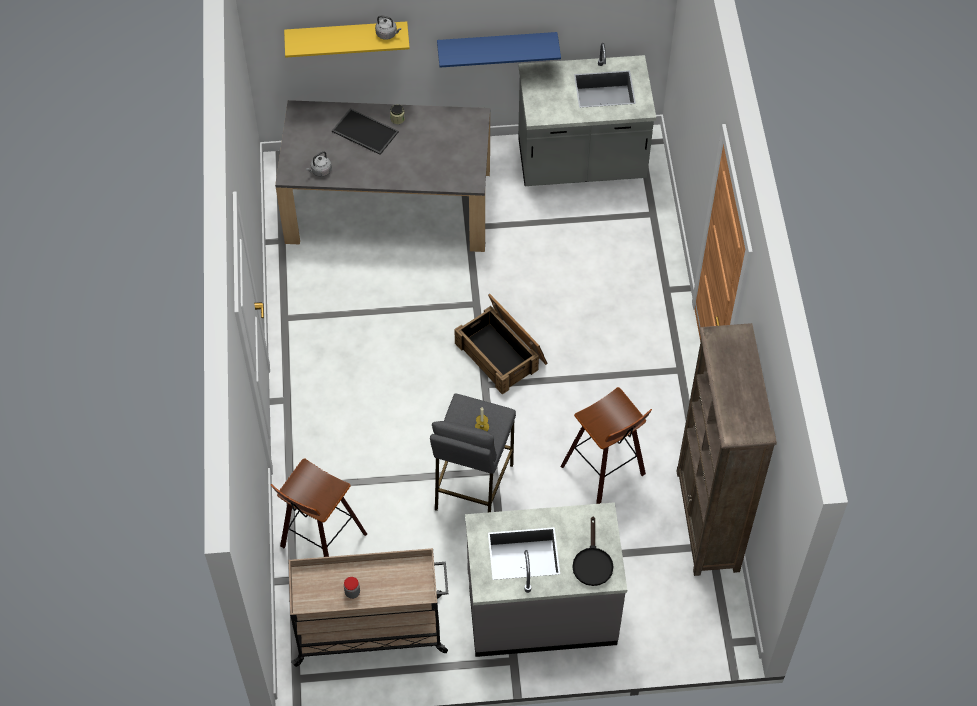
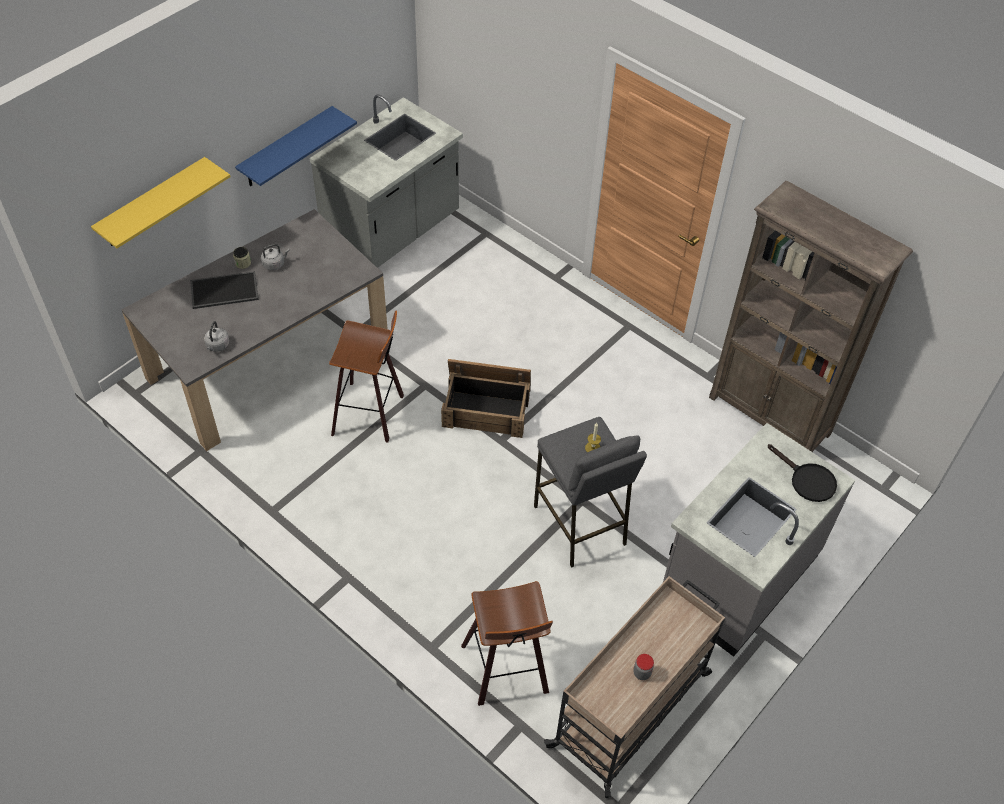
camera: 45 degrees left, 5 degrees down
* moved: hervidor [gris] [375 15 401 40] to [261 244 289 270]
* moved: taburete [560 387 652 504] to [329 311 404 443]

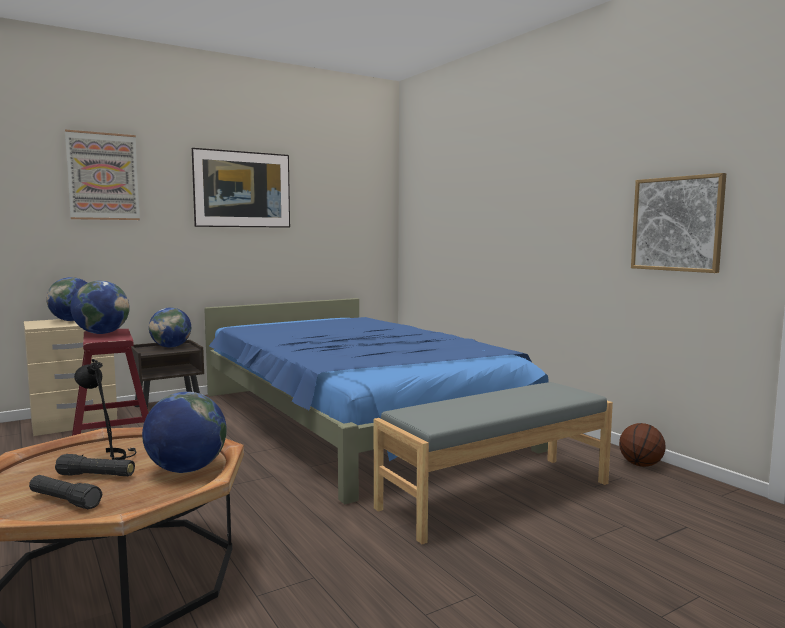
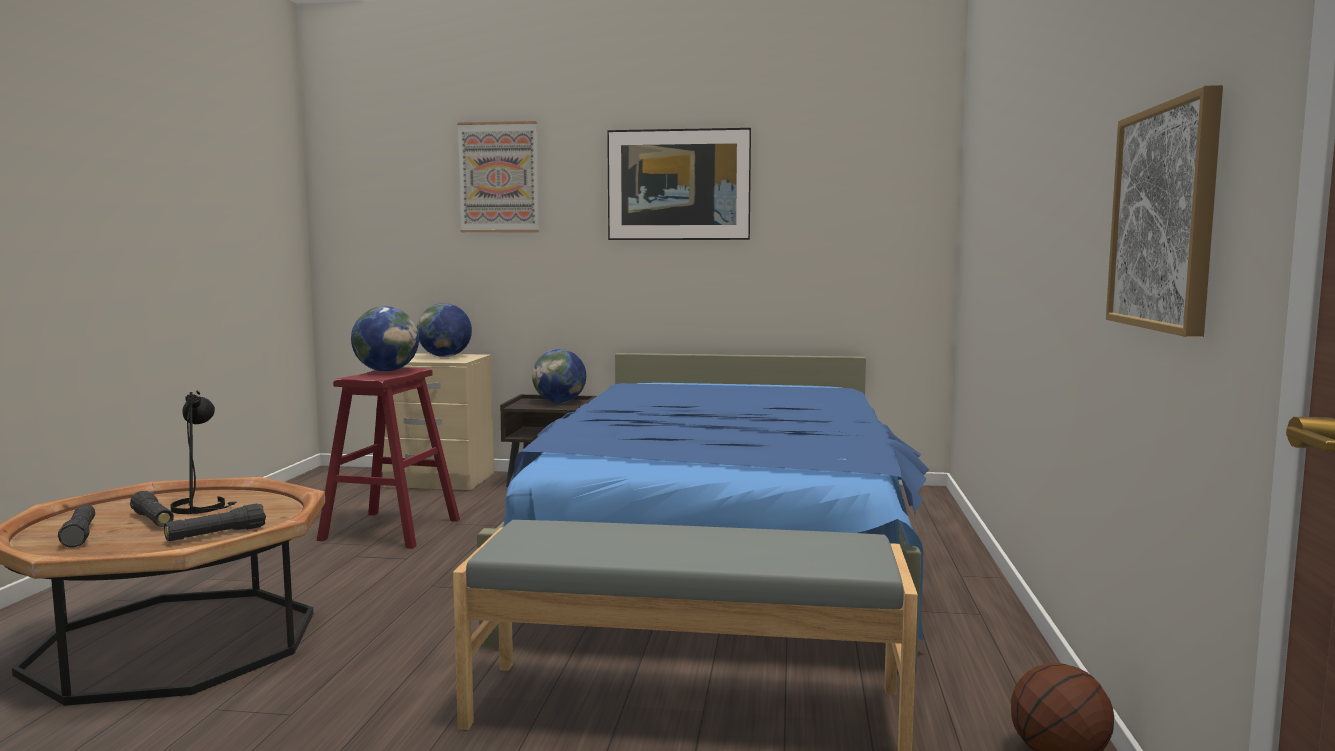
camera: 40 degrees right, 0 degrees up
* replaced: globo terráqueo [142 392 227 473] to linterna [negro] [164 503 266 541]

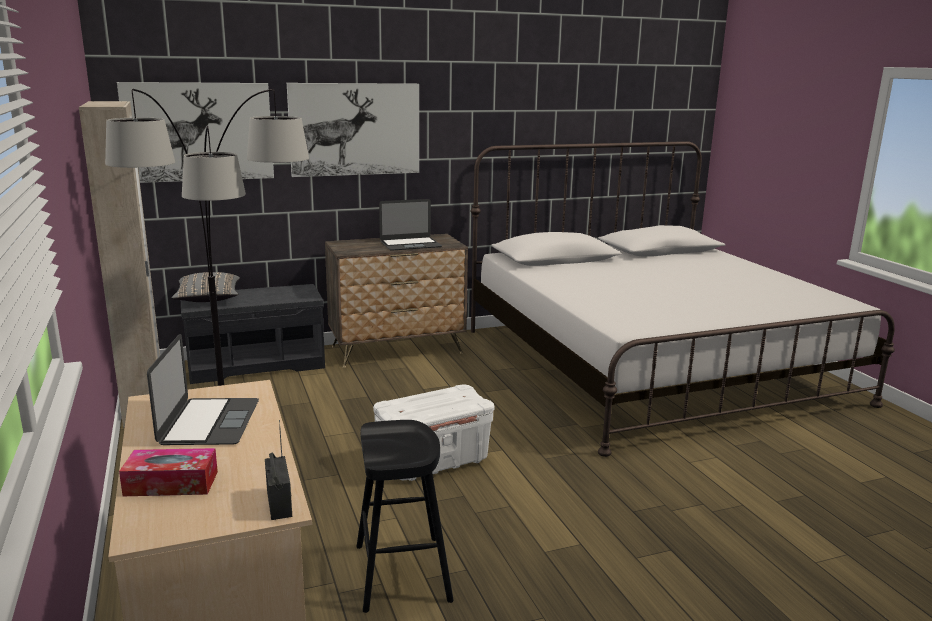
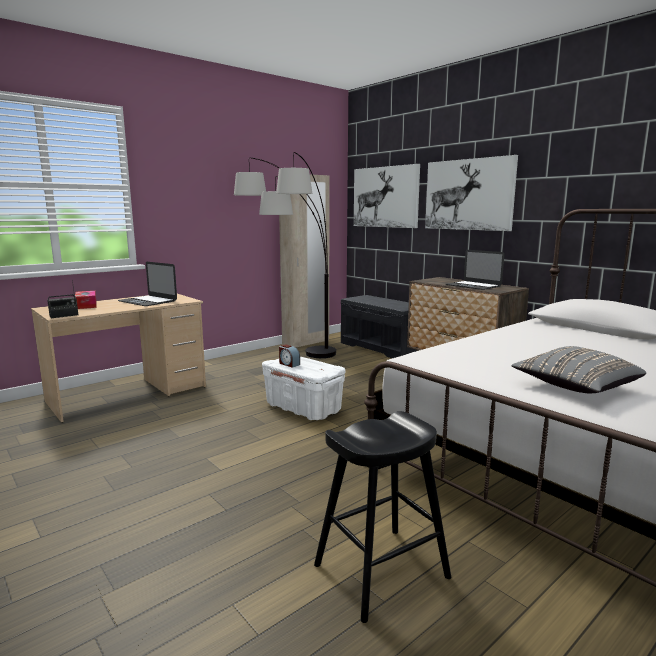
camera: 70 degrees right, 5 degrees down
* turned: portátil [147 334 259 445] = [118 262 177 306] 60 degrees clockwise
* added: despertador [279 344 300 368]
* moved: taburete [negro] [356 420 454 613] to [314 411 451 623]
* moved: cojín [gris] [172 272 240 302] to [512 346 646 393]

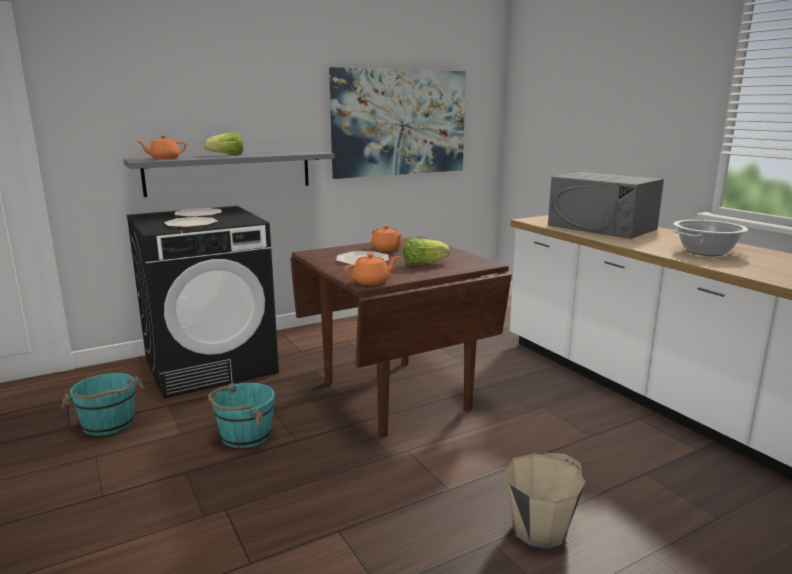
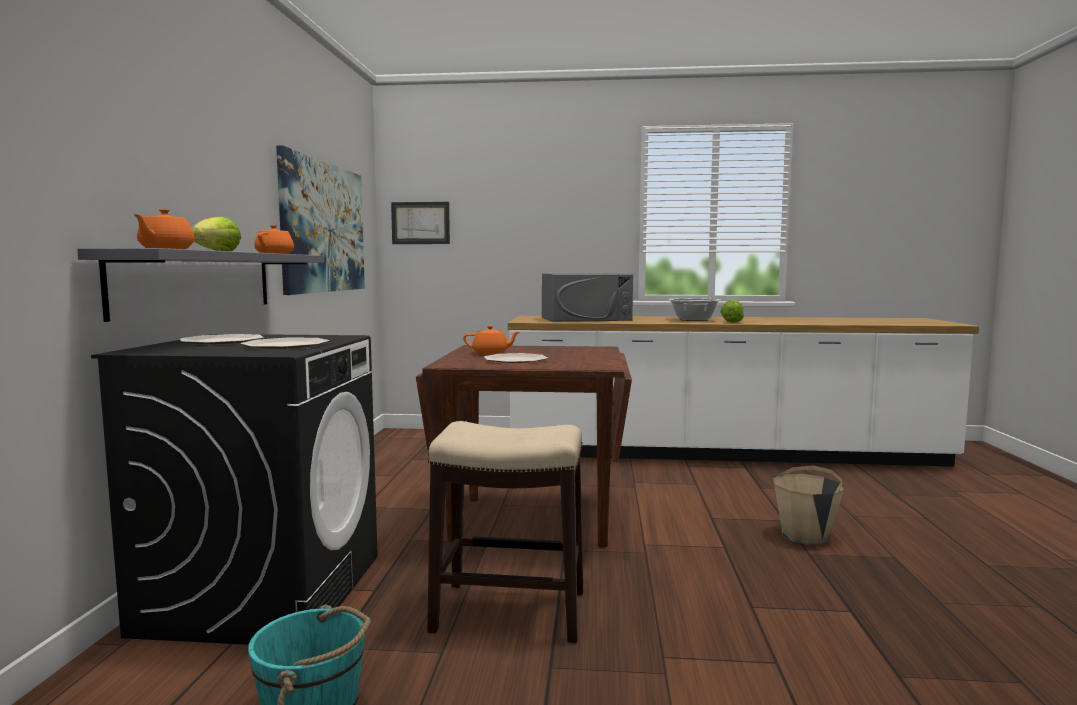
camera: 55 degrees left, 10 degrees down
* moved: tetera [naranja] [344 253 399 285] to [254 225 294 254]
* added: cuadro [391 202 450 244]
* replaced: cubo [turquesa] [208 383 275 448] to taburete [427 421 583 643]
* moved: lechuga [403 238 450 266] to [721 299 744 323]

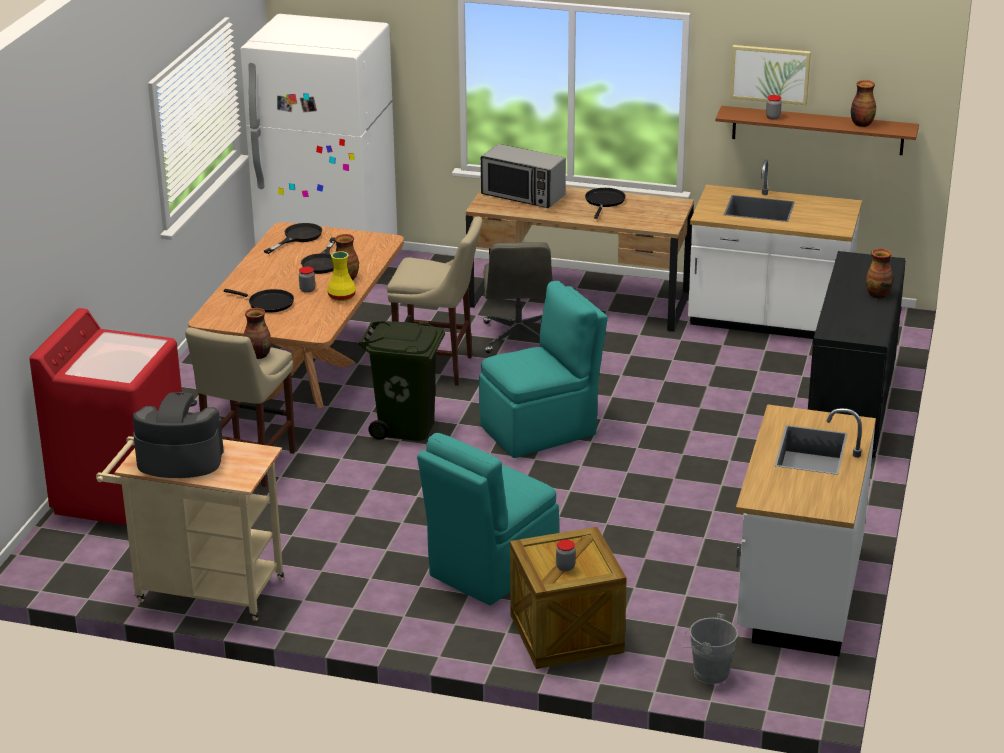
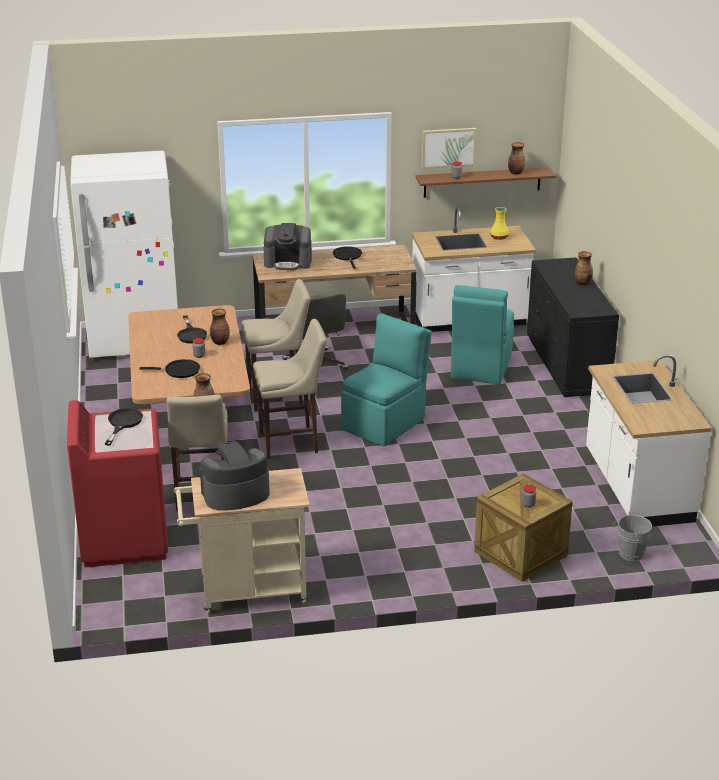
camera: 25 degrees left, 0 degrees up
* moved: sartén [negro] [264 223 322 254] to [105 408 143 445]
* replaced: papelera [verde] [359 321 445 441] to taburete [beis] [253 319 327 459]
* replaced: microondas [481 144 566 208] to cafetera [263 223 312 270]
* moved: silla [turquesa] [417 433 559 605] to [451 285 514 384]
* moved: florero [amarillo] [327 251 356 301] to [490 207 509 240]

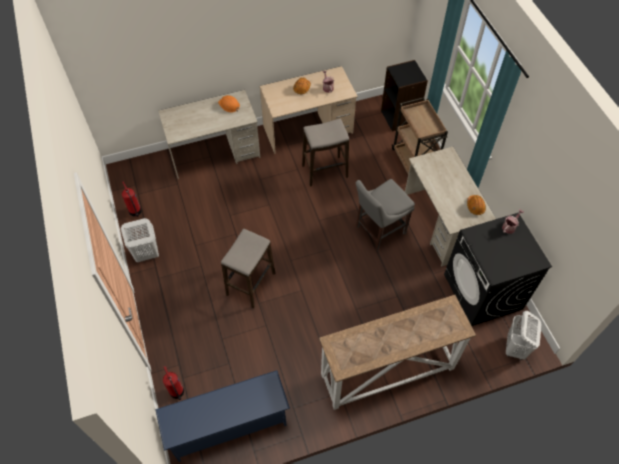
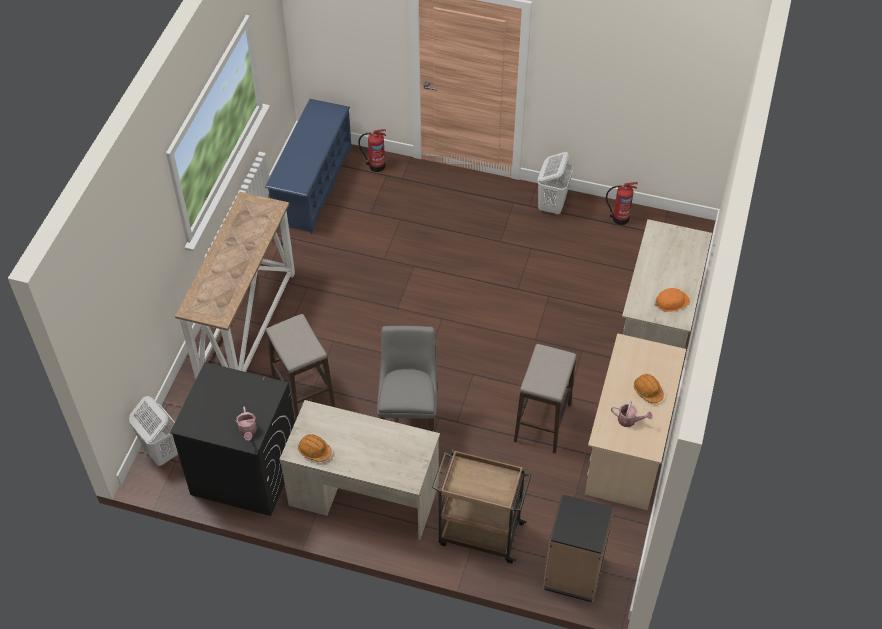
camera: 125 degrees right, 5 degrees down
* moved: taburete [221 229 275 309] to [266 314 336 421]

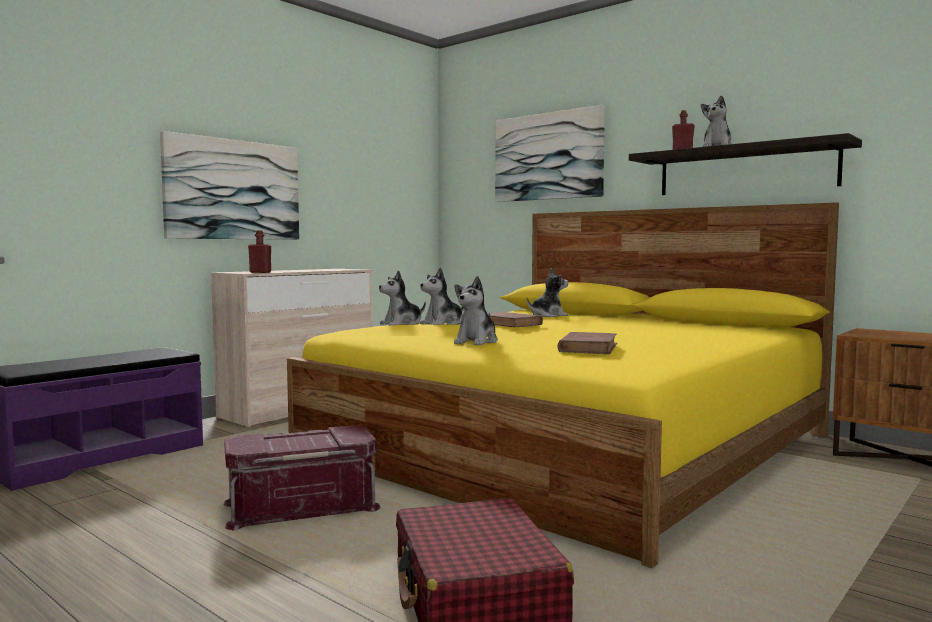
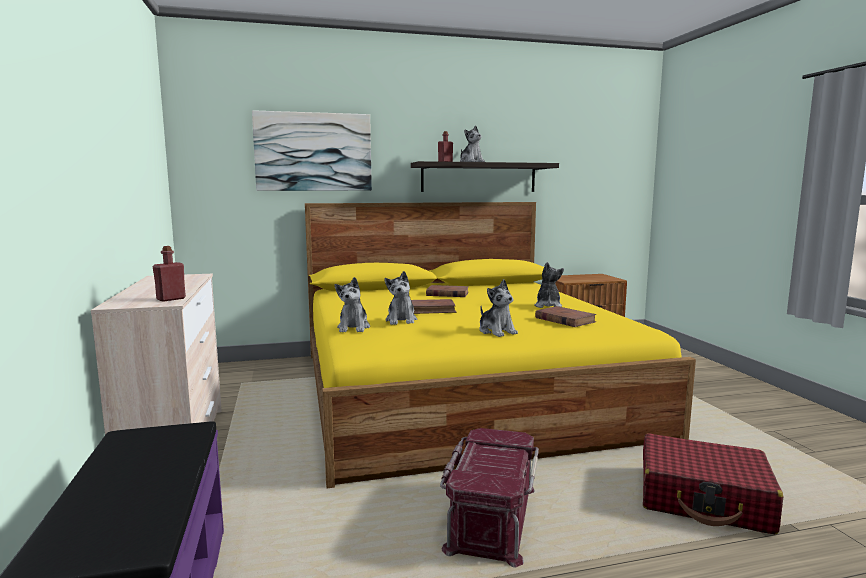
camera: 55 degrees left, 5 degrees up
* added: libro [marrón] [426 285 469 297]
* moved: peluche [527 268 568 317] to [534 262 564 308]
* removed: cuadro [160 131 299 240]

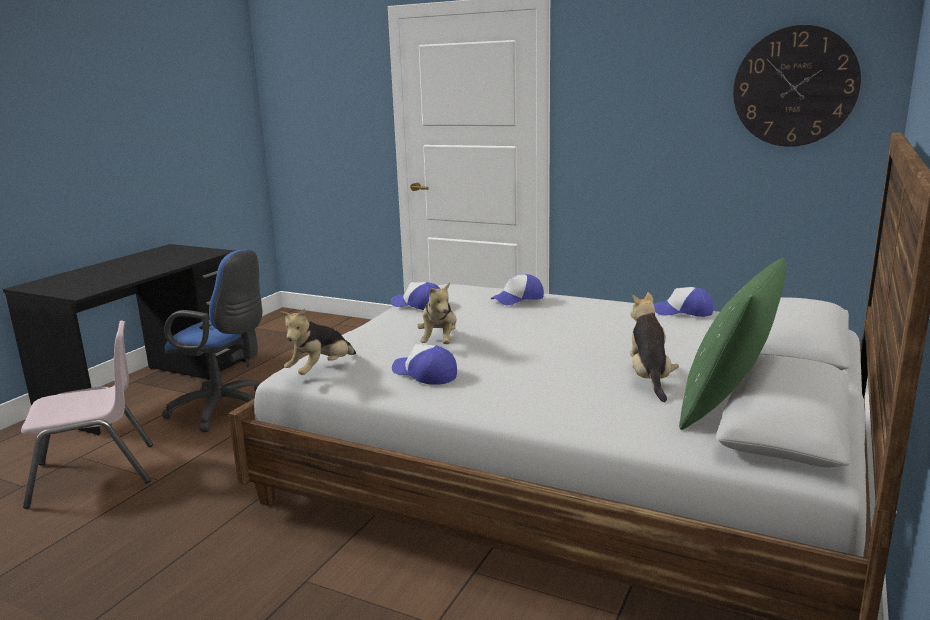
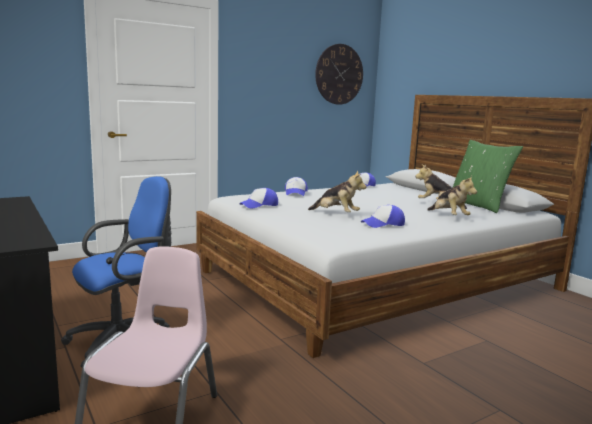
camera: 60 degrees left, 5 degrees down
* moved: peluche [281 308 356 375] to [427 176 477 215]

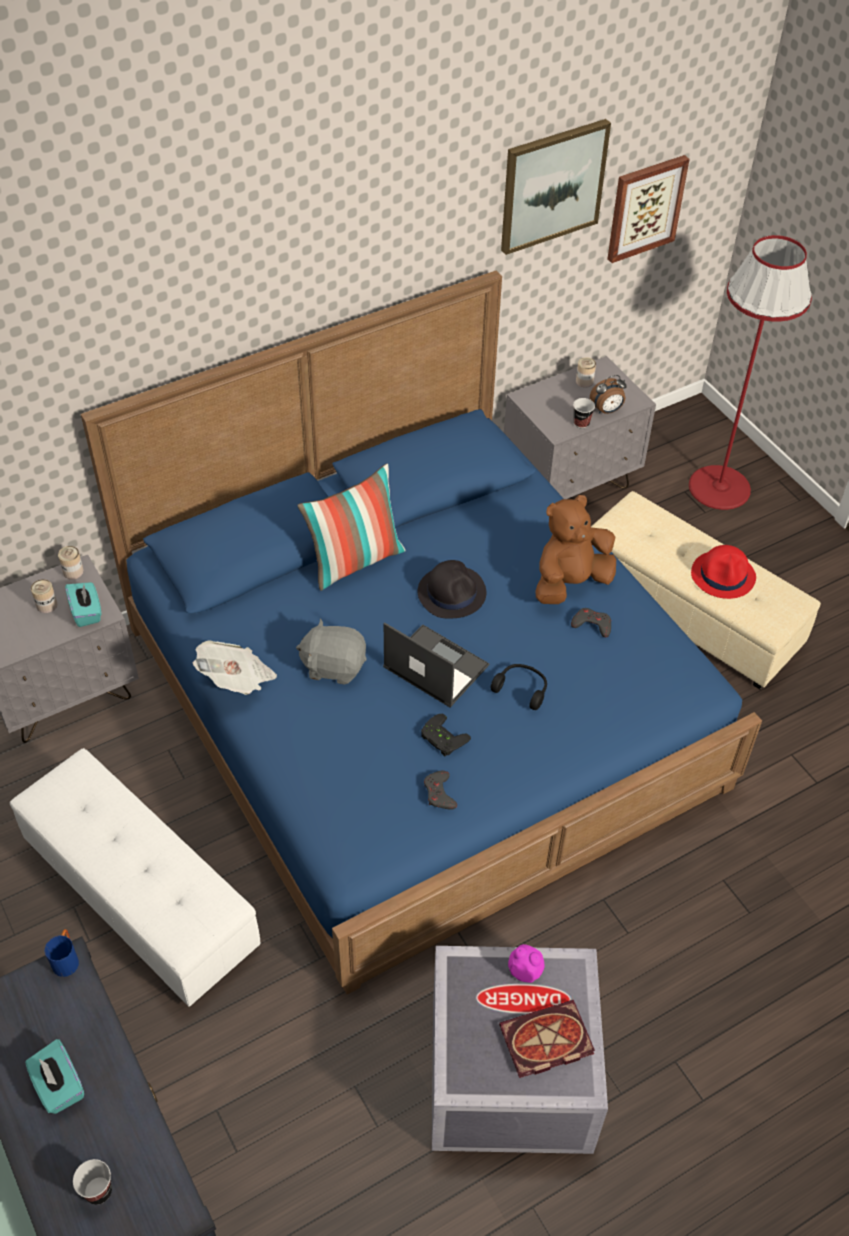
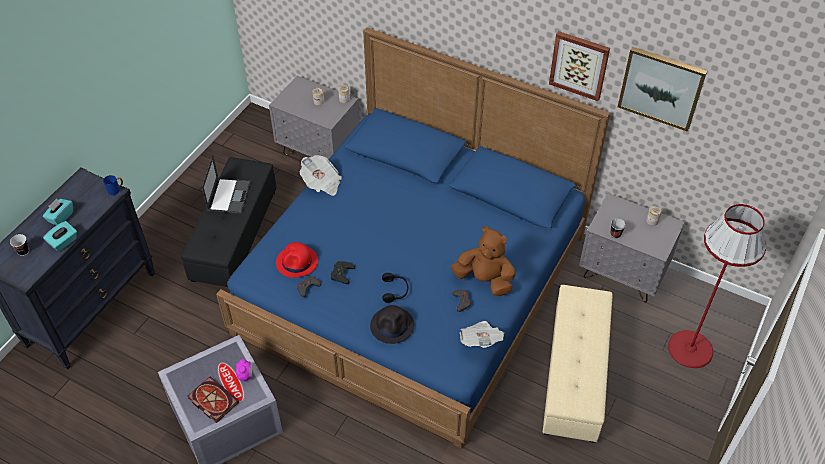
camera: 60 degrees right, 0 degrees up
* moved: caja de pañuelos [turquesa] [65 582 101 627] to [43 221 77 252]
* recoloured: puf [blanco] [10 748 260 1007] to puf [negro] [181 157 276 287]
* moved: portátil [383 622 490 707] to [202 155 251 214]
* moved: sombrero [rojo] [691 545 756 599] to [276 242 318 278]
* moved: sombrero [negro] [418 560 486 618] to [370 305 414 344]
* added: periódico [460 321 504 348]
* moved: cuadro [607 155 690 263] to [549 31 610 101]
* removed: peluche [gris] [296 618 367 685]
* removed: cojín [297 464 406 591]
* removed: despertador [590 375 627 414]

